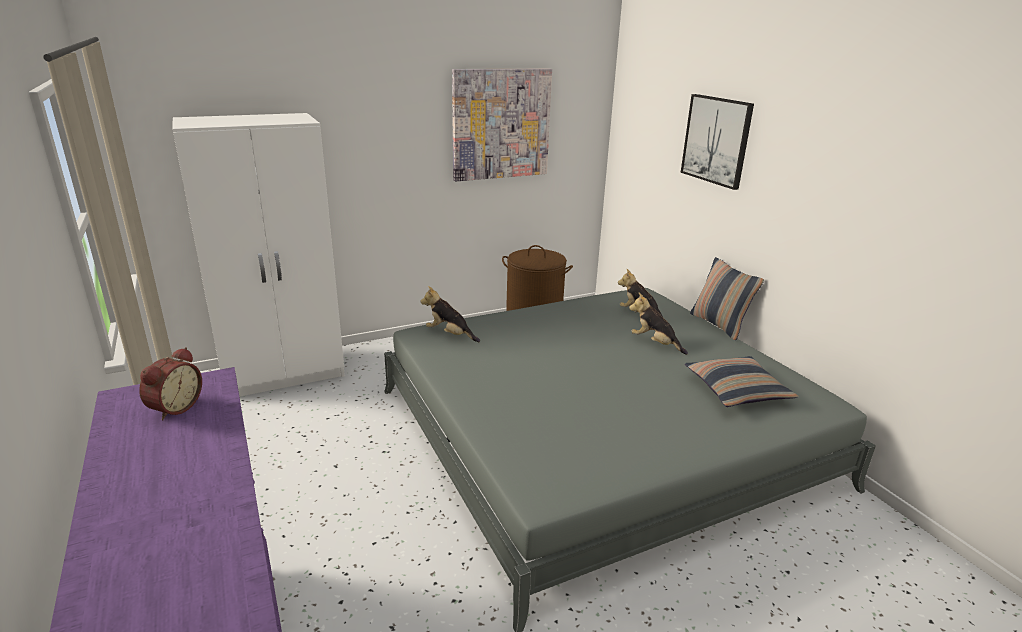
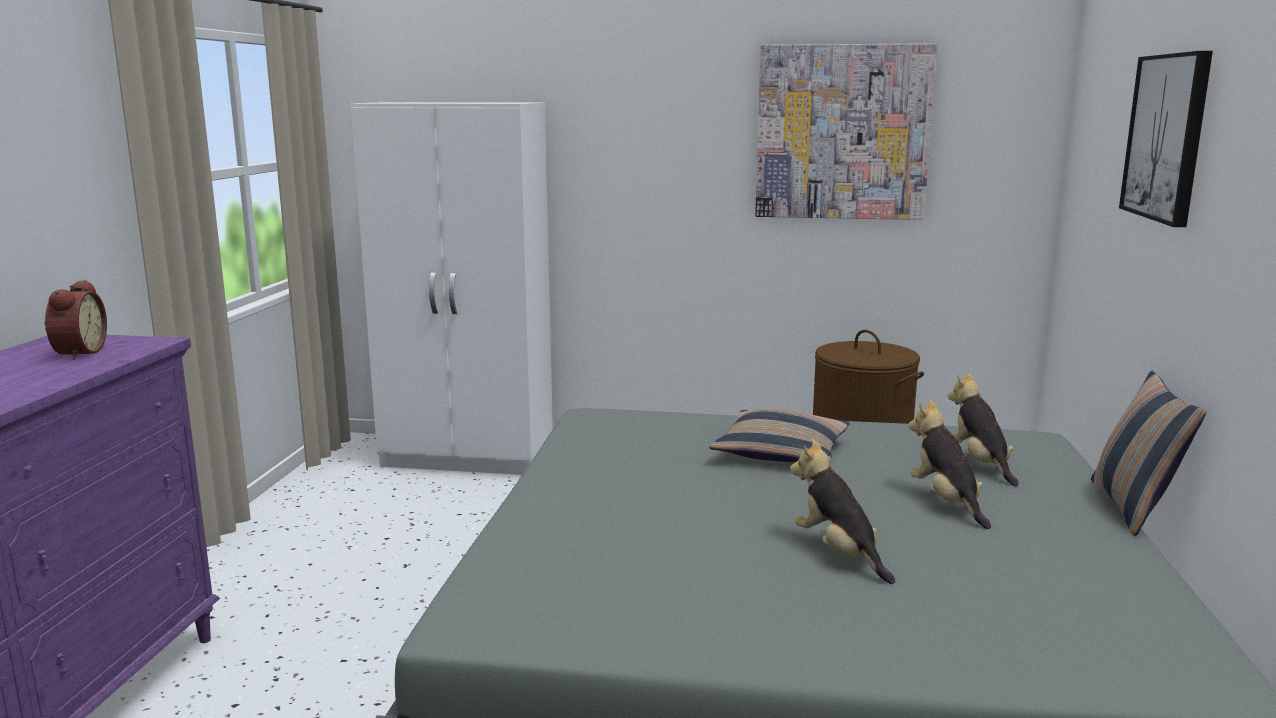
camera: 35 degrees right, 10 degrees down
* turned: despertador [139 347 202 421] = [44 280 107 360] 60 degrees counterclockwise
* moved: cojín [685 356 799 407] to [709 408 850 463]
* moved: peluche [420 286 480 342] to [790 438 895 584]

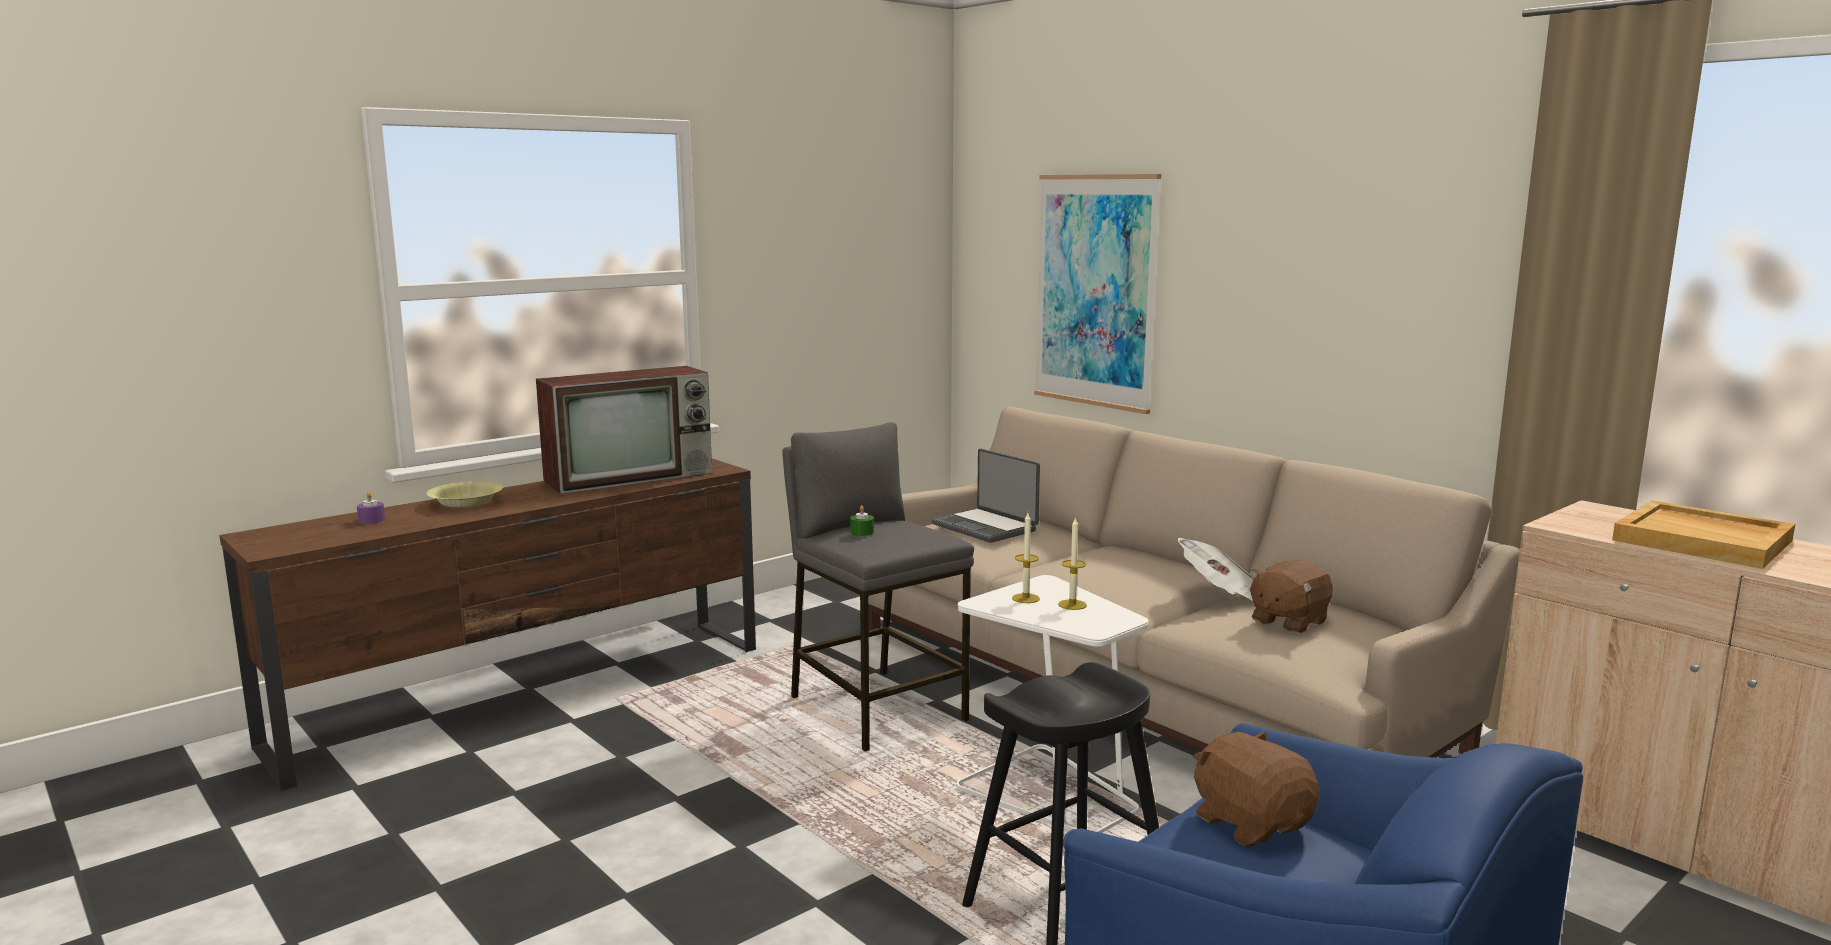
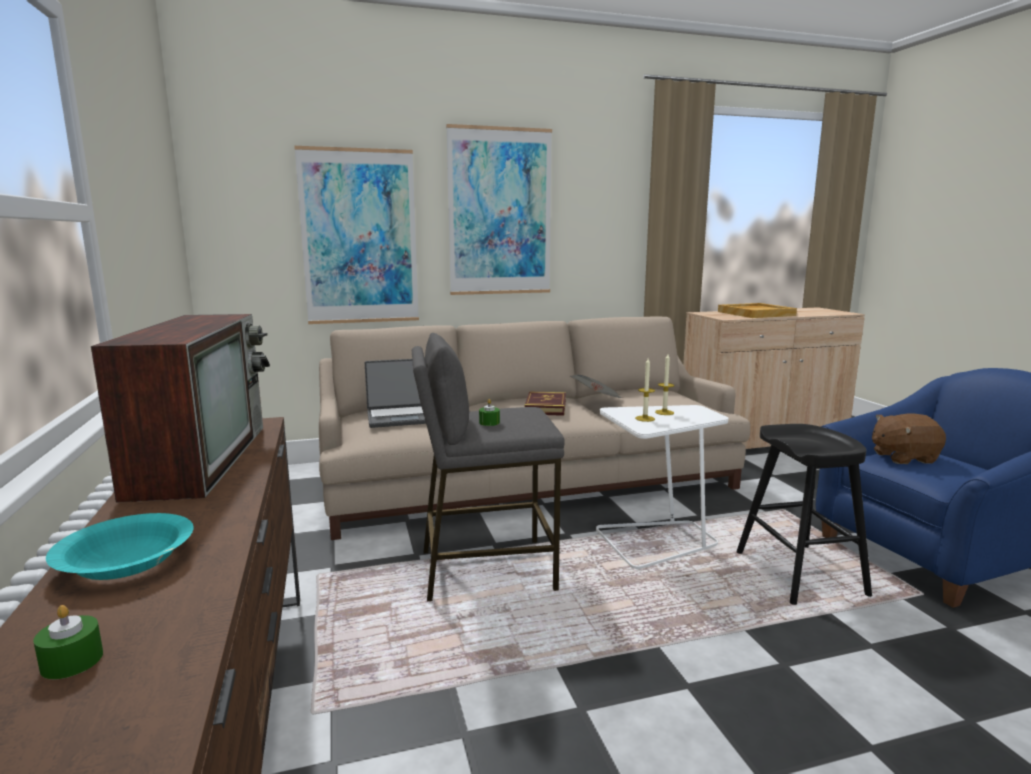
camera: 65 degrees left, 0 degrees up
* recoloured: vela [morado] [357 492 385 524] to vela [verde] [33 605 103 679]
* recoloured: cuenco [amarillo] [426 481 503 508] to cuenco [turquesa] [46 513 194 580]
* added: cuadro [446 124 552 295]
* added: libro [525 391 566 416]
* removed: peluche [marrón] [1249 560 1333 634]

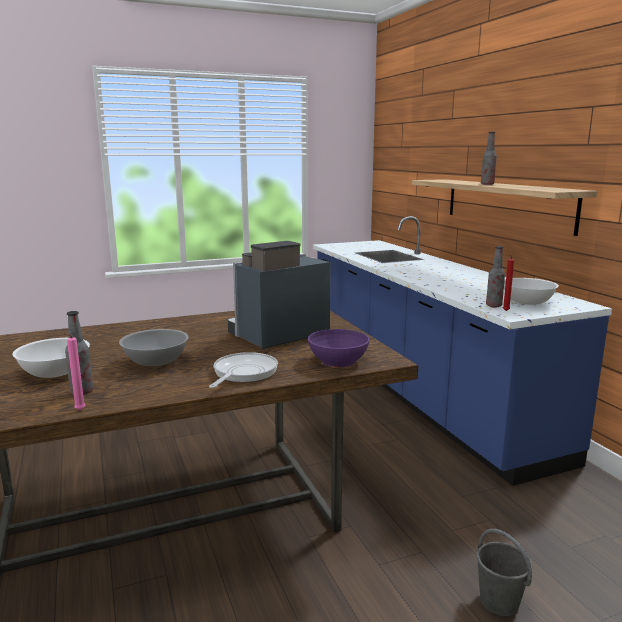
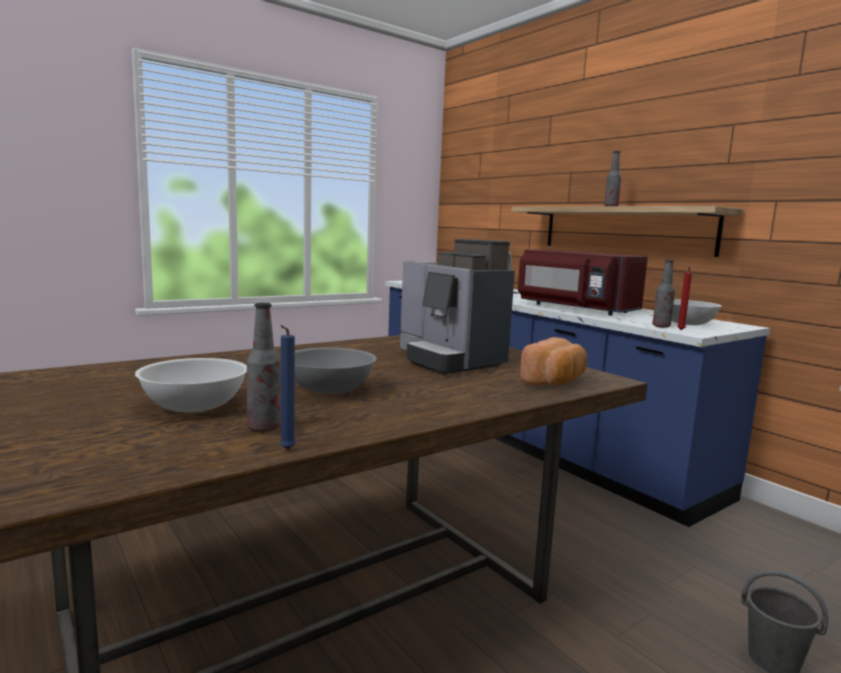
camera: 15 degrees left, 5 degrees down
* recoloured: vela [rosa] [63 333 85 410] to vela [azul] [280 325 296 449]
* turned: cafetera [227 241 331 349] = [400 239 515 374] 75 degrees counterclockwise
* added: microondas [rojo] [518 250 648 315]
* replaced: cuenco [morado] [308 329 370 367] to pan [520 337 587 386]
* removed: sartén [209 352 278 388]

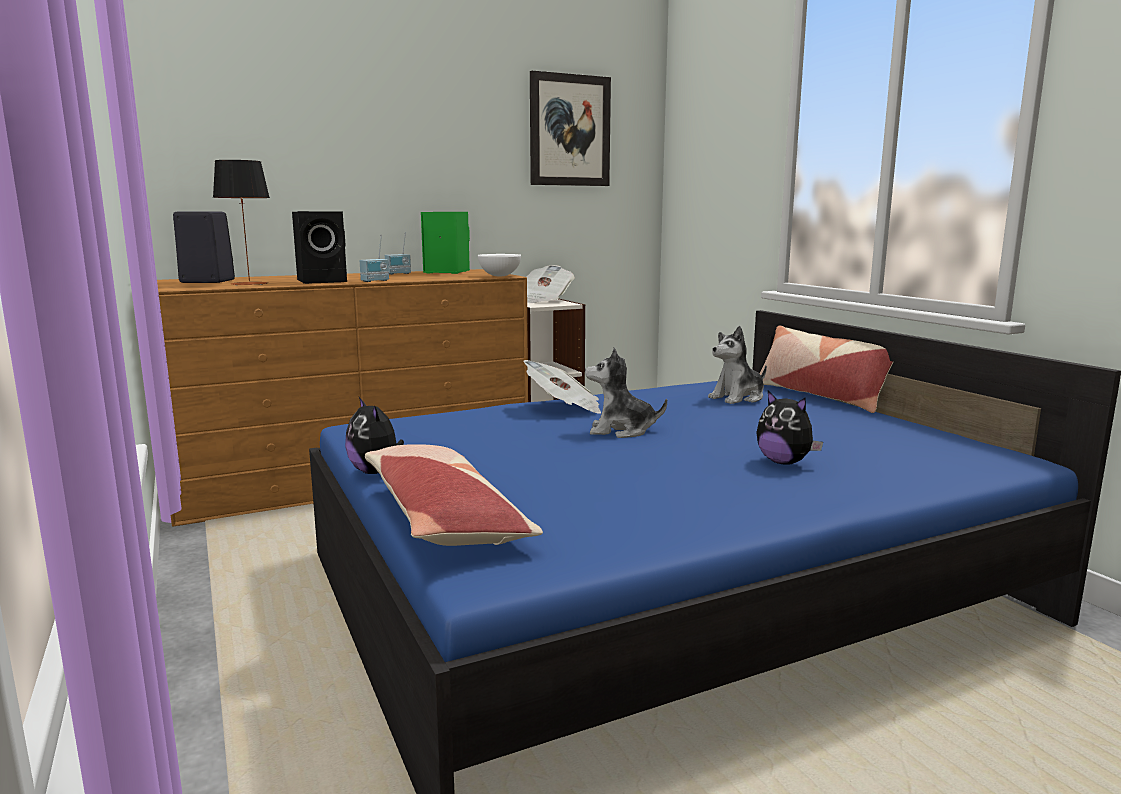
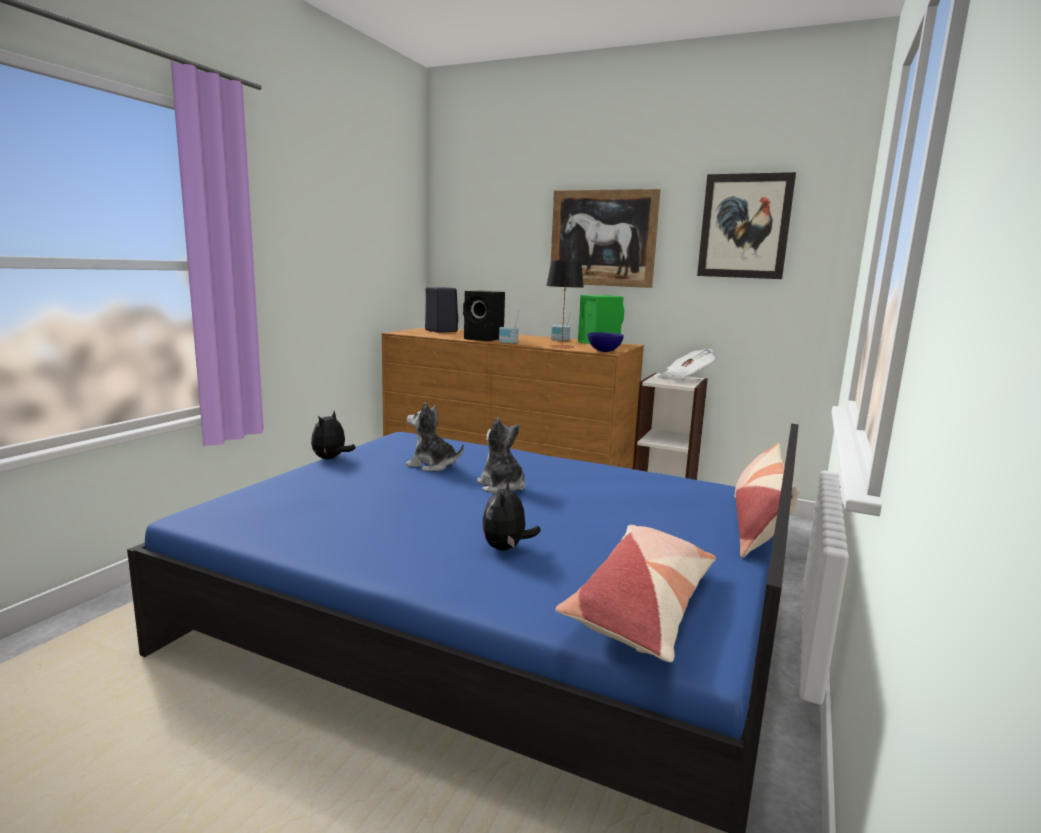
camera: 50 degrees right, 0 degrees up
* moved: peluche [708 326 767 404] to [405 402 464 471]
* moved: lámpara de mesa [213 160 270 285] to [546 260 584 349]
* added: cuadro [551 189 661 288]
* moved: cojín [365 444 543 546] to [555 525 716 662]
* recoloured: cuenco [blanco] [478 254 521 276] to cuenco [azul] [587 332 624 352]
* removed: periódico [524 360 601 414]

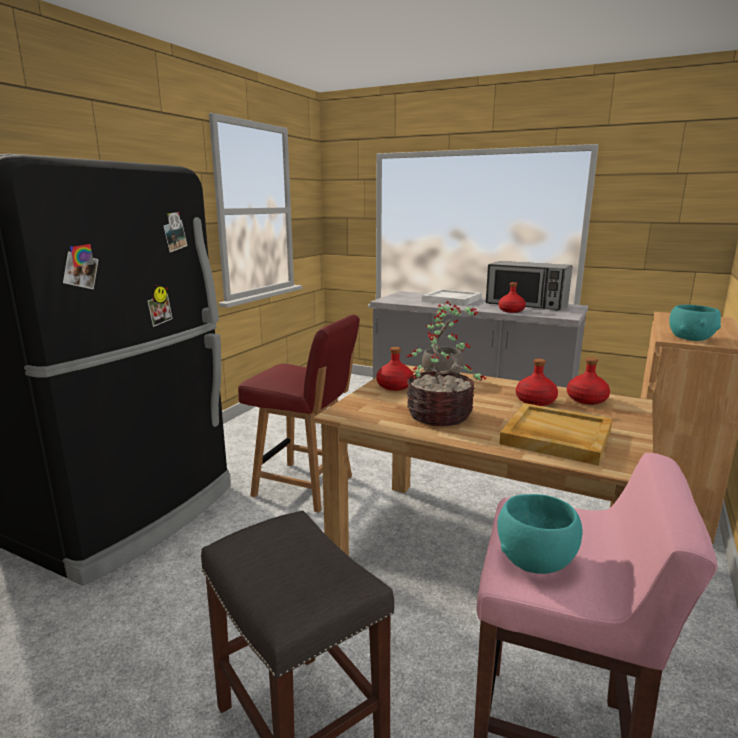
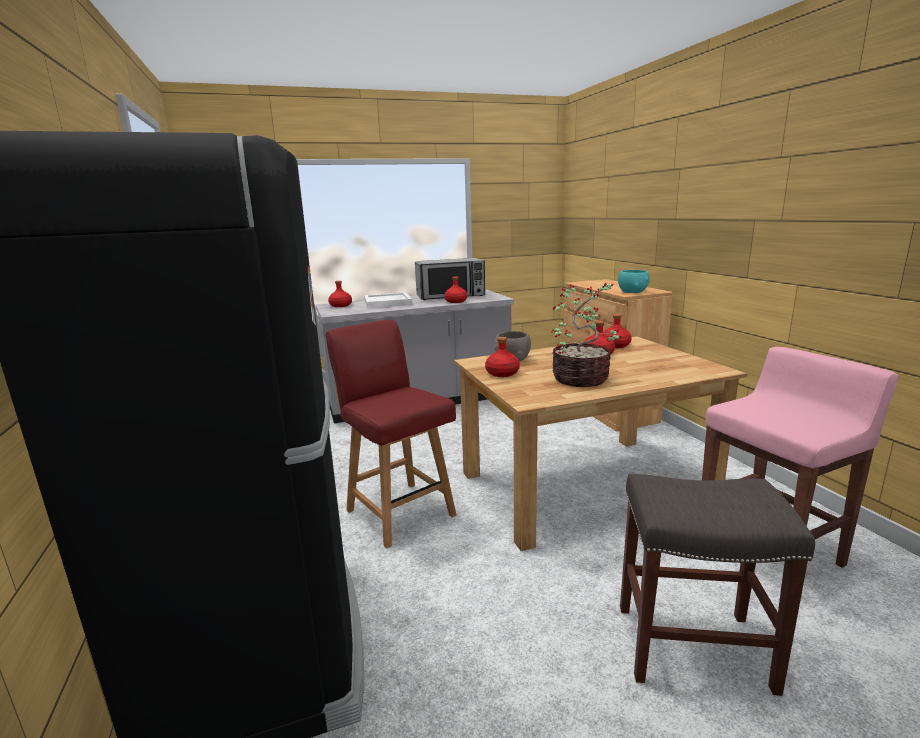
camera: 45 degrees left, 0 degrees up
* turned: silla [rojo] [238 315 360 513] = [325 320 456 548] 105 degrees counterclockwise
* added: botella [rojo] [328 281 352 307]
* removed: cuenco [turquesa] [497 494 582 574]
* removed: bandeja [beis] [499 403 612 466]

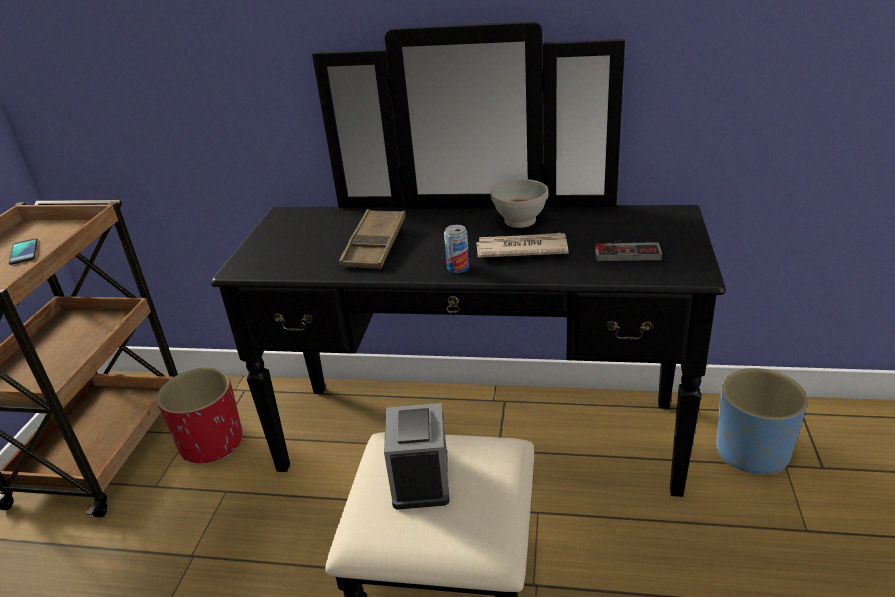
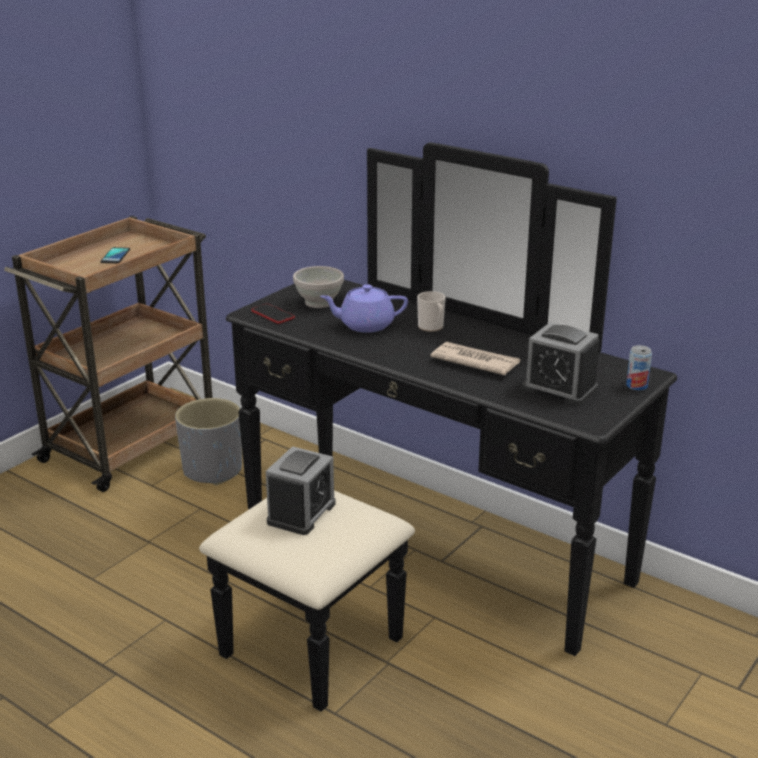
camera: 25 degrees right, 5 degrees down
* recoloured: maceta [rojo] [157 367 243 463] to maceta [gris] [175 398 242 485]
* added: móvil [251 304 295 324]
* moved: cuenco [blanco] [491 179 548 228] to [293 266 344 308]
* replaced: bandeja [marrón] [339 209 406 269] to tetera [morado] [320 284 408 333]
* added: taza grande [417 291 446 332]
* replaced: mando de consola [595 240 662 261] to despertador [522 322 600 406]
* moved: lata [444 225 470 273] to [626 345 652 391]
* removed: maceta [azul] [716 368 808 475]

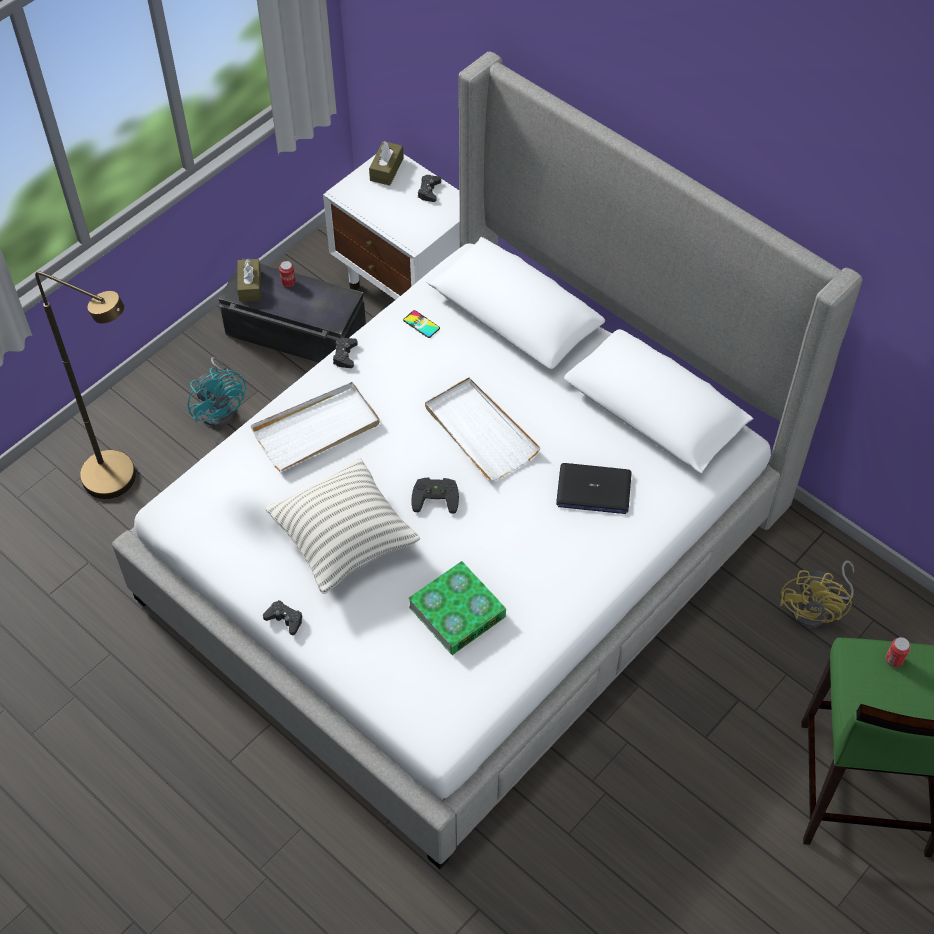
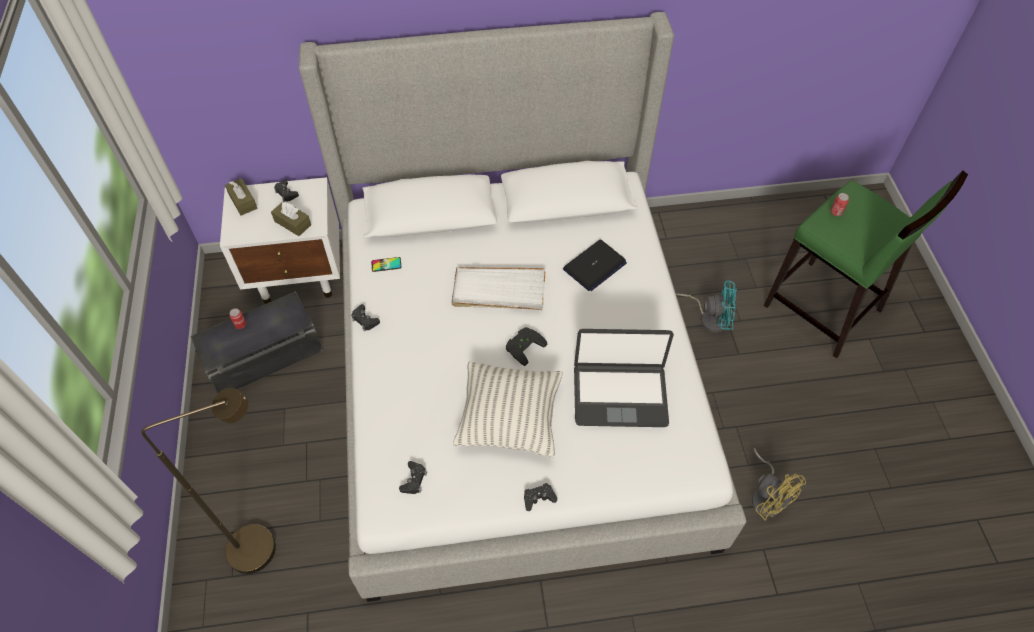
camera: 50 degrees left, 0 degrees up
* moved: caja de pañuelos [marrón] [237 258 261 302] to [271 201 311 236]
* added: mando de consola [negro] [399 461 427 494]
* replaced: libro [408 561 506 655] to portátil [574 329 674 427]
* moved: ventilador [turquesa] [188 357 246 427] to [676 280 737 332]
* moved: ventilador [amarillo] [780 560 854 627] to [752 448 806 520]
* removed: bandeja [blanco] [250 382 380 471]

